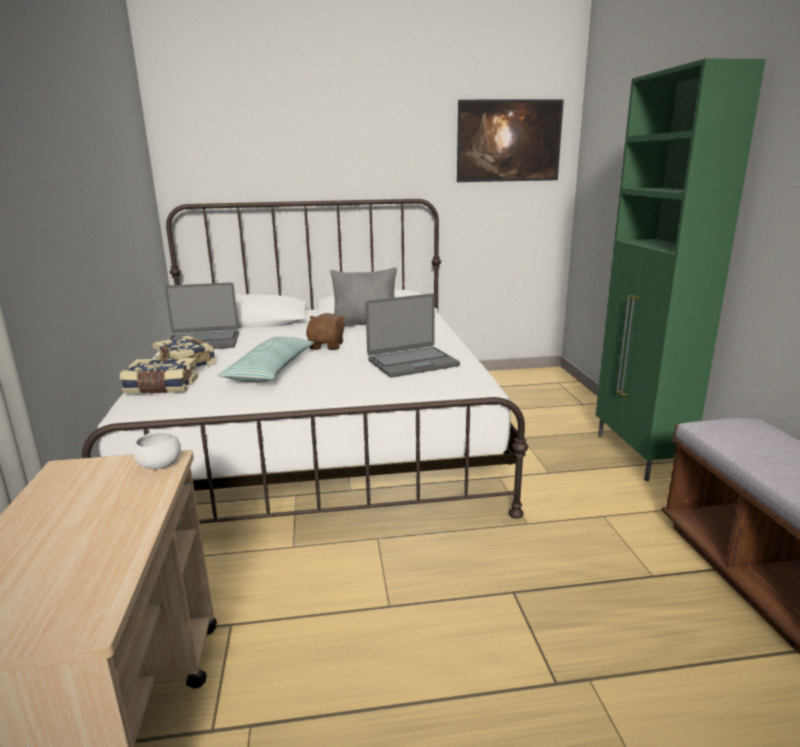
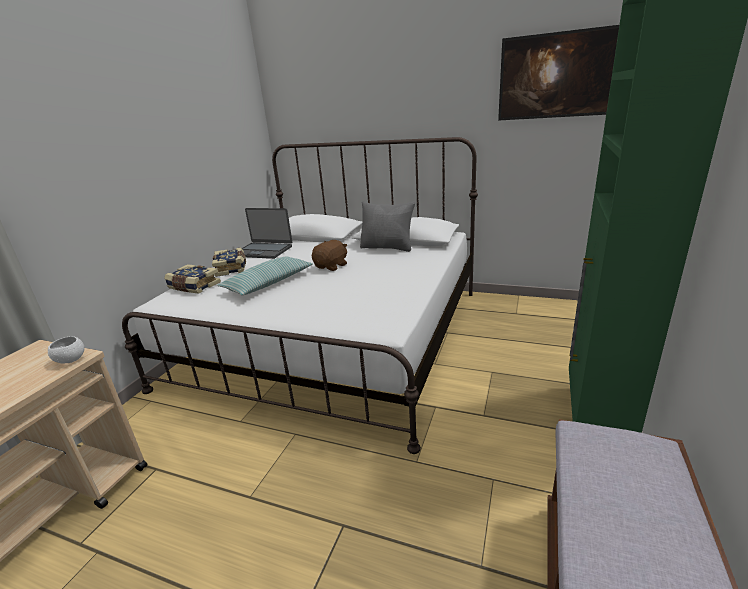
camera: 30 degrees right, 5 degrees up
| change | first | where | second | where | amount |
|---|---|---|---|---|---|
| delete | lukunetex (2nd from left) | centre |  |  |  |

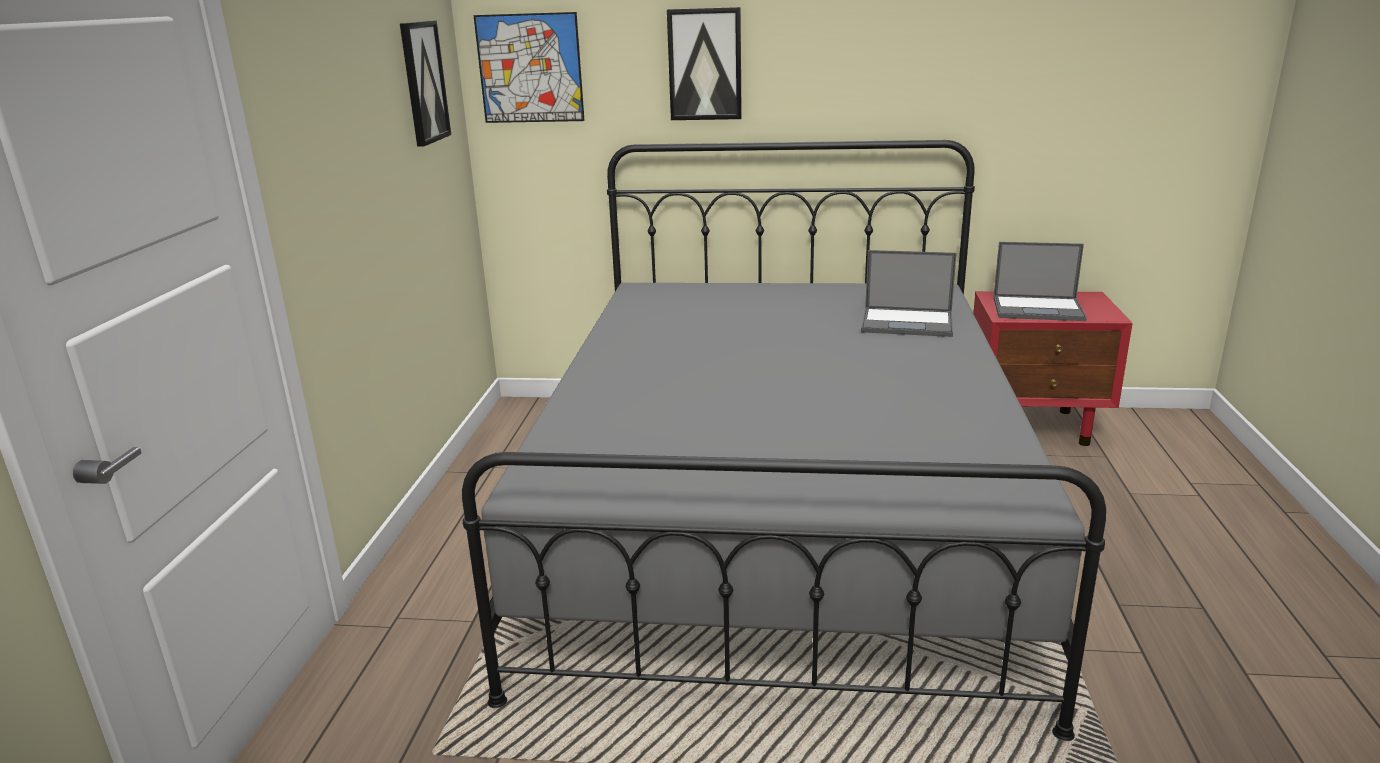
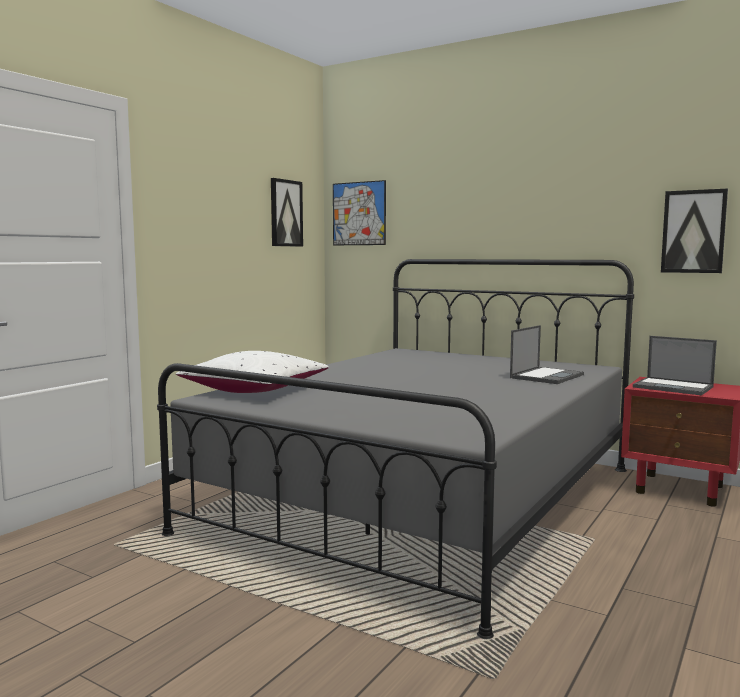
camera: 25 degrees right, 15 degrees down
| change | first | where | second | where | amount |
|---|---|---|---|---|---|
| move | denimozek (3rd from left) | top centre |  | top right |  |
| rotate | lukunetex (1st from left) | centre |  | middle right | 90 degrees counterclockwise |
| insert |  |  | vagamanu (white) | centre |  |

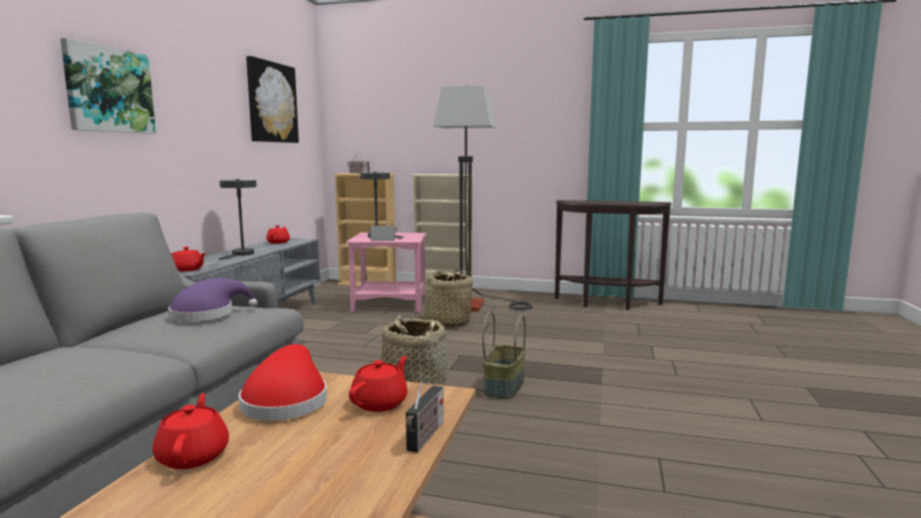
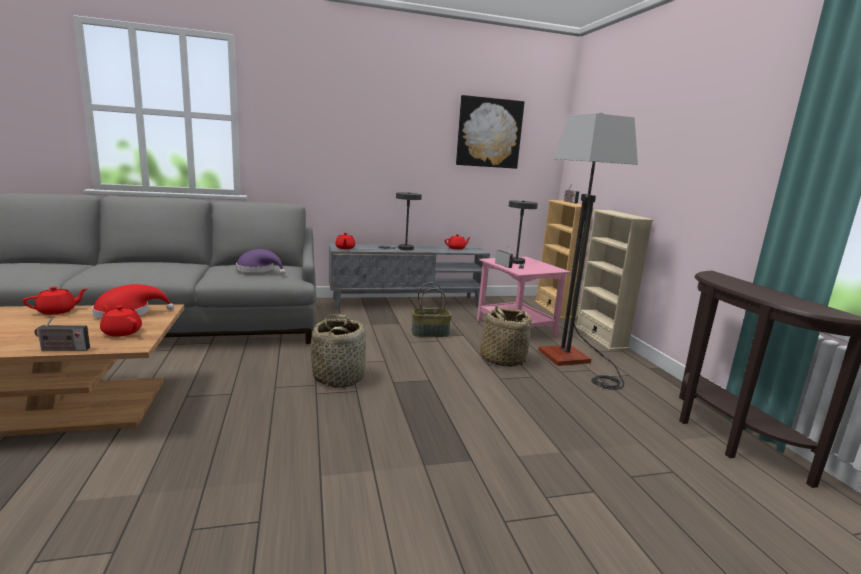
camera: 60 degrees right, 5 degrees up
| change | first | where | second | where | amount |
|---|---|---|---|---|---|
| delete | denimozek (1st from left) | top left |  |  |  |
| move | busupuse (3rd from left in the first image) | bottom centre | busupuse (2nd from left) | centre |  |
| rotate | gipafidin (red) (4th from left in the first image) | bottom centre | gipafidin (red) (2nd from left) | middle left | 150 degrees counterclockwise |

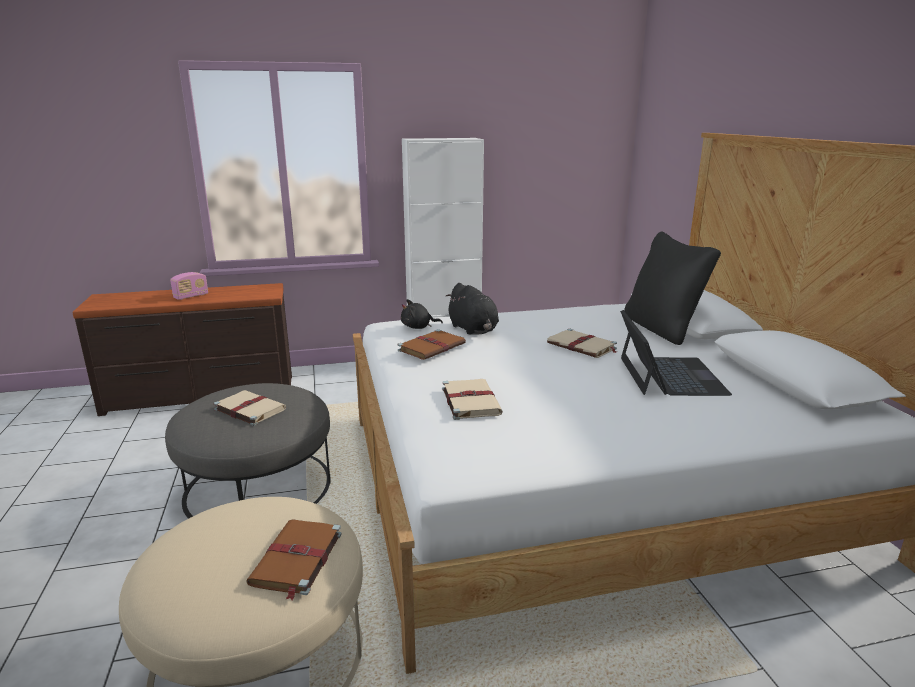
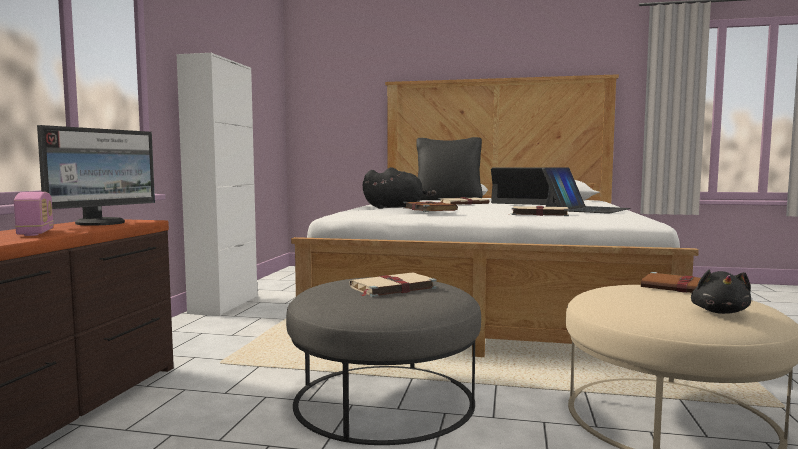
camera: 65 degrees left, 15 degrees down
| change | first | where | second | where | amount |
|---|---|---|---|---|---|
| move | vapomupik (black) (1st from left in the first image) | centre | vapomupik (black) (2nd from left) | middle right |  |
| insert |  |  | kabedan | middle left |  |
| insert |  |  | lukunetex (2nd from left) | middle right |  |

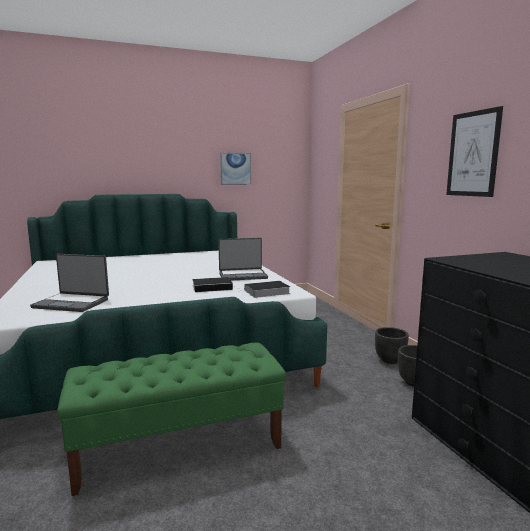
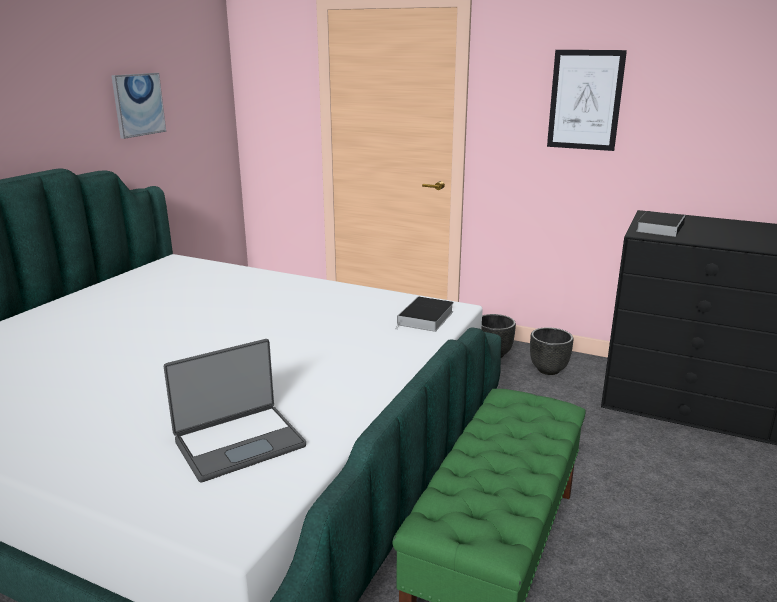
camera: 45 degrees left, 10 degrees up
| change | first | where | second | where | amount |
|---|---|---|---|---|---|
| delete | lukunetex (2nd from left) | centre |  |  |  |
| move | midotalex (1st from left in the first image) | centre | midotalex (2nd from left) | middle right |  |

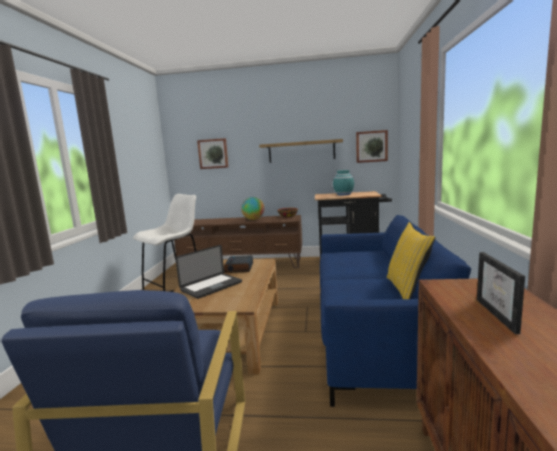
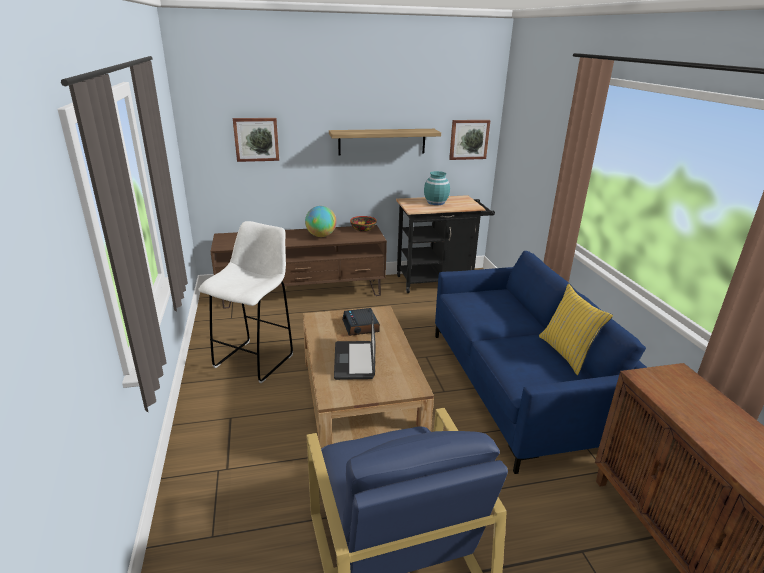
camera: 20 degrees left, 15 degrees up
| change | first | where | second | where | amount |
|---|---|---|---|---|---|
| rotate | lukunetex | centre |  | centre | 150 degrees clockwise |
| delete | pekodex | middle right |  |  |  |

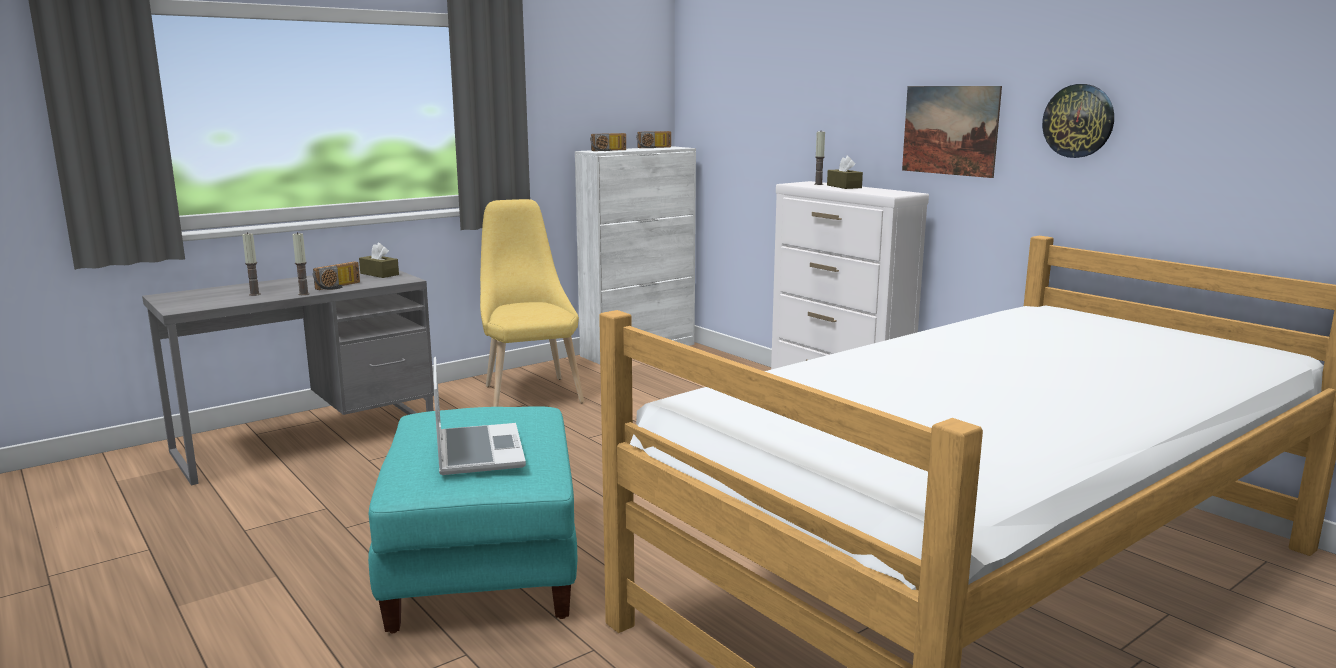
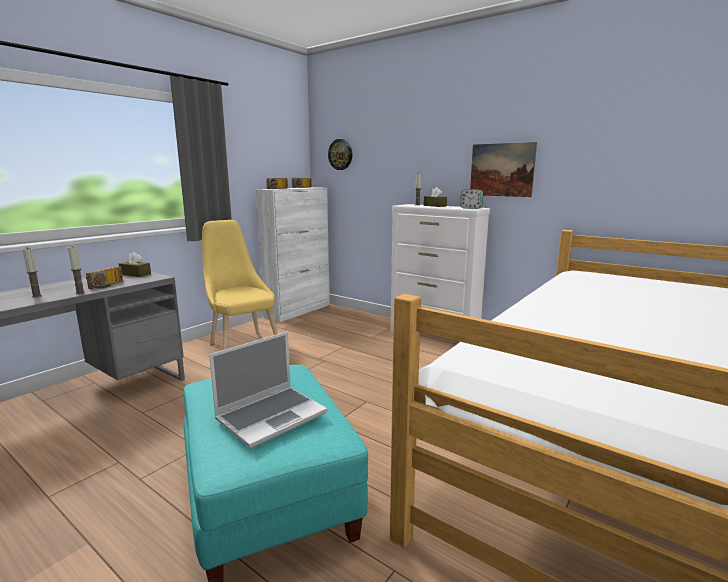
camera: 15 degrees left, 0 degrees up
| change | first | where | second | where | amount |
|---|---|---|---|---|---|
| move | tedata | top right |  | top centre |  |
| rotate | lukunetex | centre |  | bottom centre | 75 degrees clockwise |
| insert |  |  | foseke | centre |  |

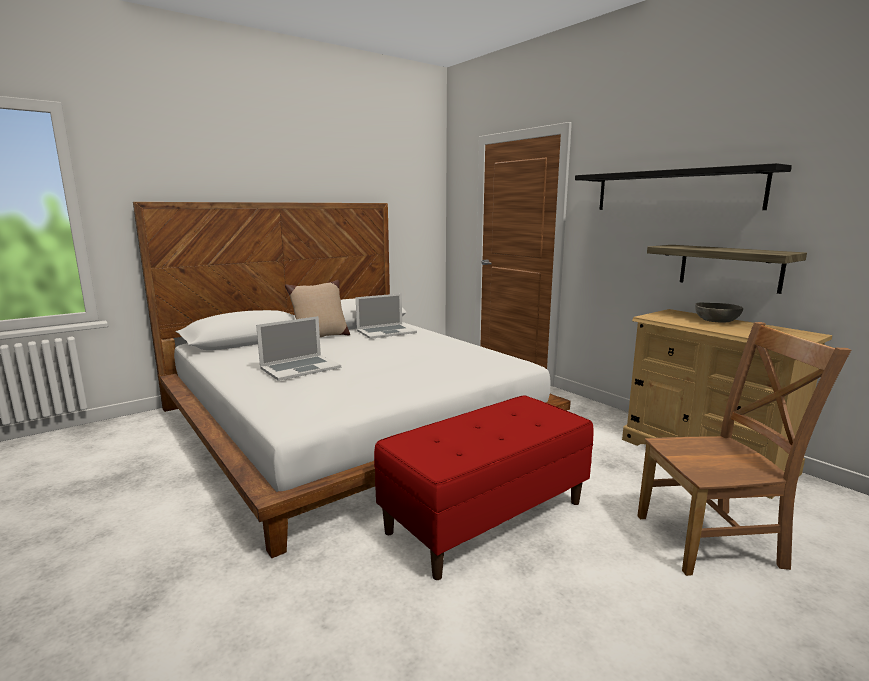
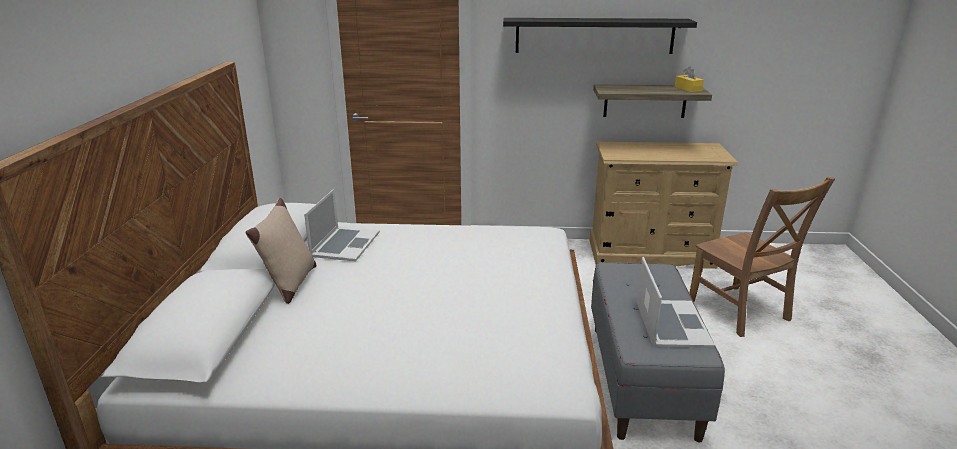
camera: 50 degrees left, 10 degrees up
| change | first | where | second | where | amount |
|---|---|---|---|---|---|
| delete | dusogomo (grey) | middle right |  |  |  |
| move | lukunetex (1st from left in the first image) | centre | lukunetex (2nd from left) | bottom right |  |
| rotate | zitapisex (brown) | middle right |  | middle right | 120 degrees clockwise |
| recolor | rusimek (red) | bottom centre | rusimek (grey) | bottom right |  |
| insert |  |  | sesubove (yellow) | top right |  |

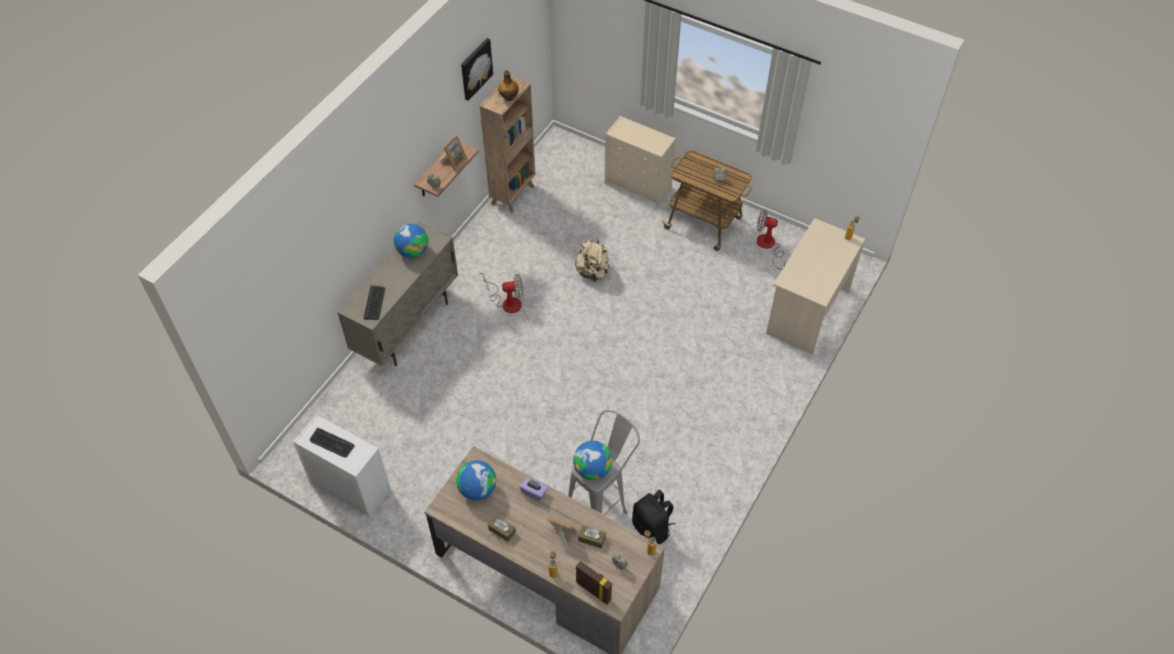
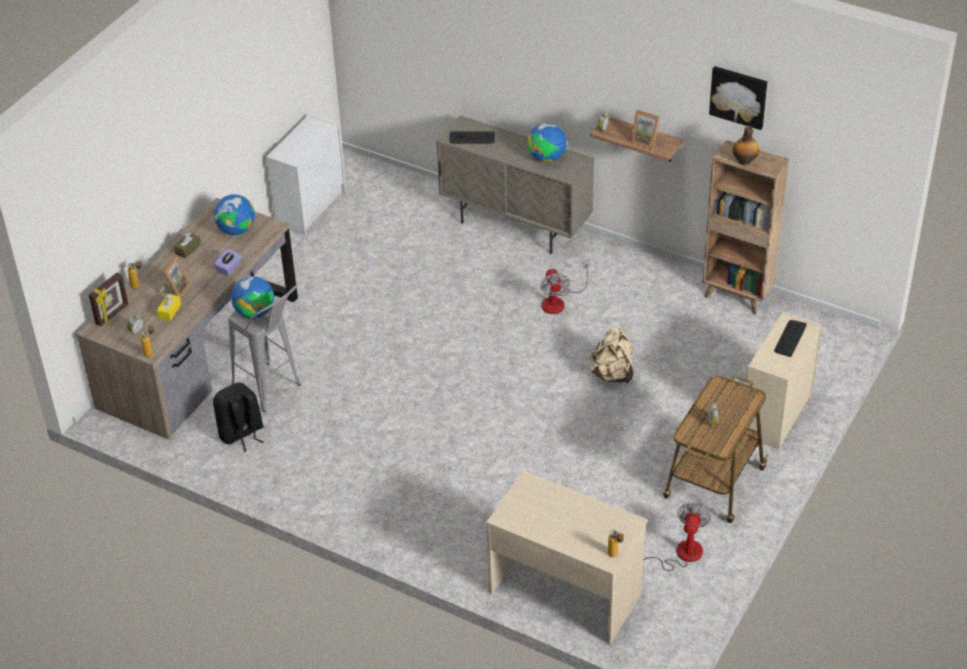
camera: 90 degrees right, 10 degrees down
| change | first | where | second | where | amount |
|---|---|---|---|---|---|
| move | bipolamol (1st from left in the first image) | bottom left | bipolamol (2nd from left) | middle right |  |
| recolor | sesubove (brown) (2nd from left) | bottom centre | sesubove (yellow) | middle left |  |

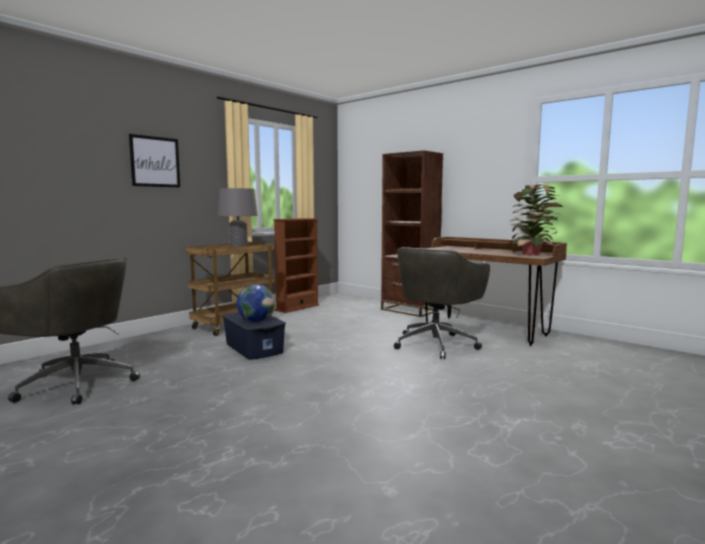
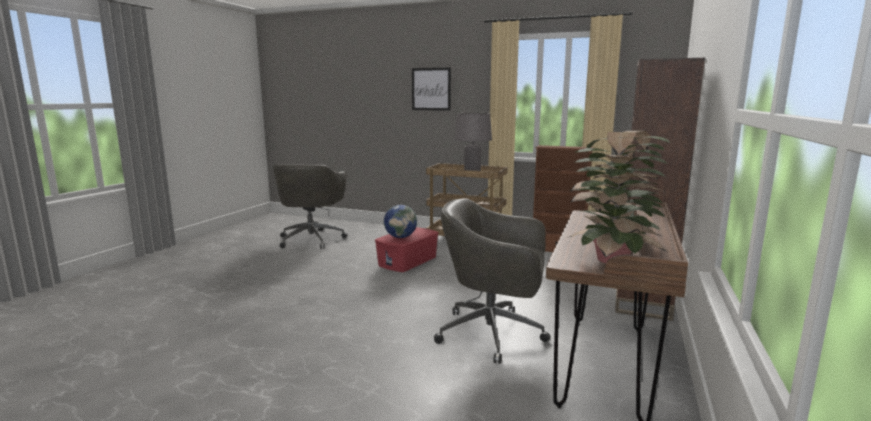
camera: 70 degrees right, 5 degrees up
| change | first | where | second | where | amount |
|---|---|---|---|---|---|
| recolor | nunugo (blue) | centre | nunugo (red) | centre |  |

